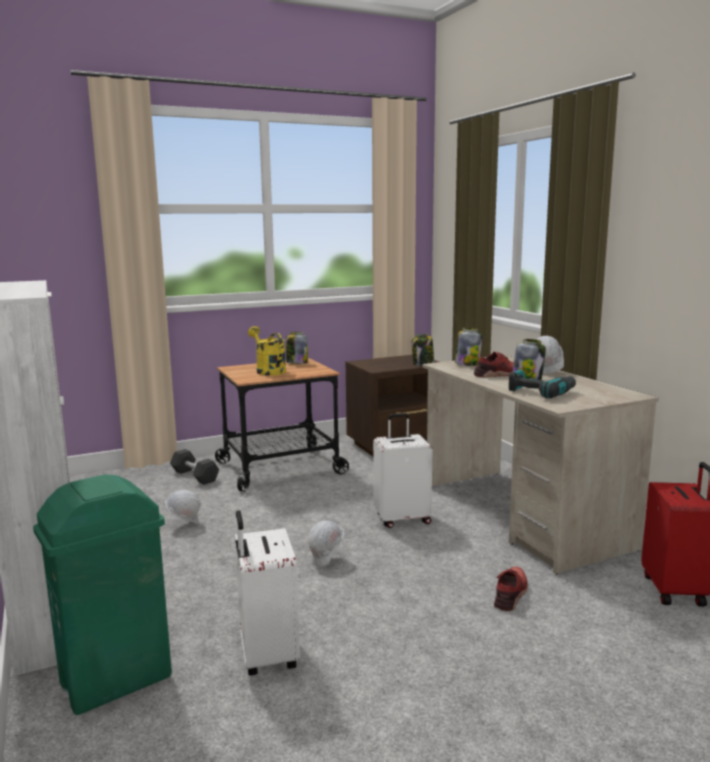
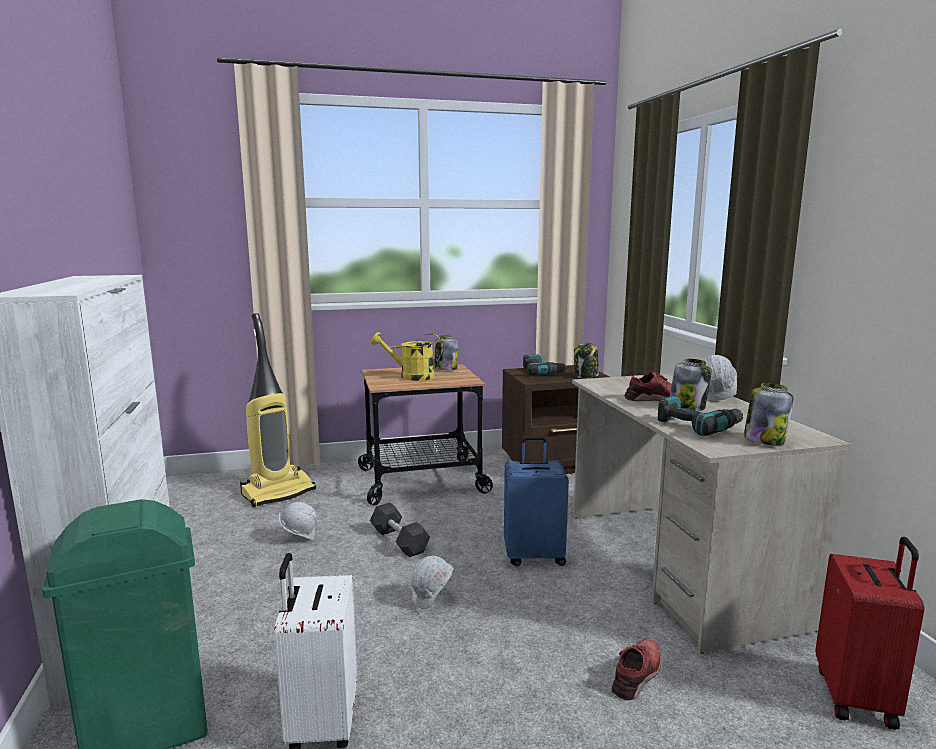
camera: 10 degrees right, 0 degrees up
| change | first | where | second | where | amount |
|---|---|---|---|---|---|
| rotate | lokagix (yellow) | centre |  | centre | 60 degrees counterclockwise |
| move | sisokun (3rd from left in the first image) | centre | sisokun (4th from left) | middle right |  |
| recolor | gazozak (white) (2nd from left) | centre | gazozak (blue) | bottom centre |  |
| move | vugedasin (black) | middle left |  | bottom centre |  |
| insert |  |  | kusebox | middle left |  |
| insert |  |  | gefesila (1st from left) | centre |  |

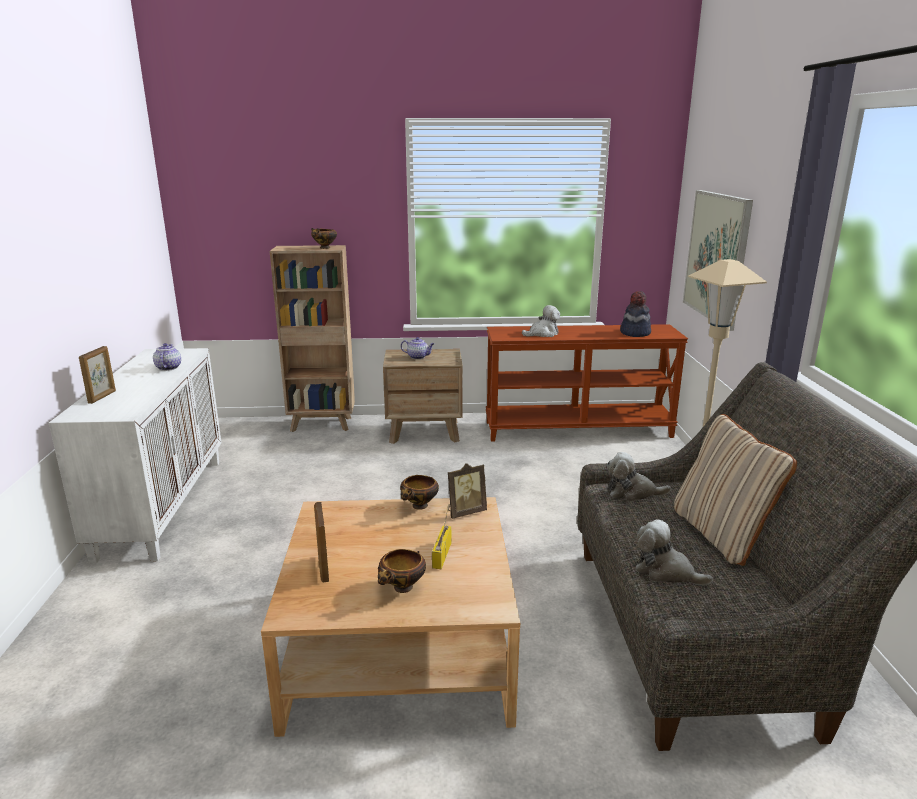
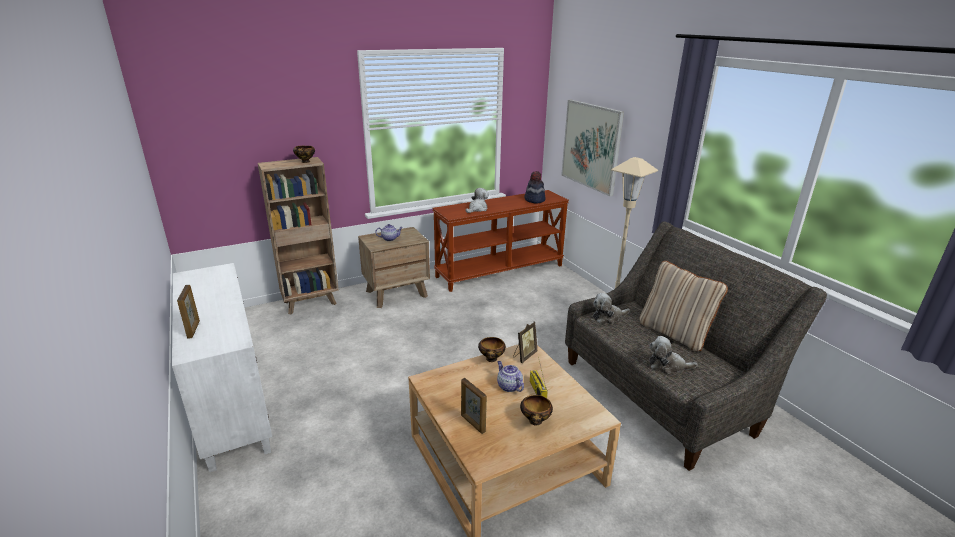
camera: 25 degrees left, 5 degrees up
| change | first | where | second | where | amount |
|---|---|---|---|---|---|
| move | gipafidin (1st from left in the first image) | middle left | gipafidin (2nd from left) | bottom centre |  |

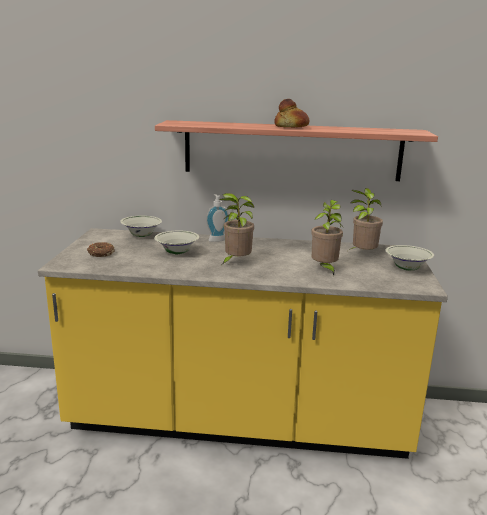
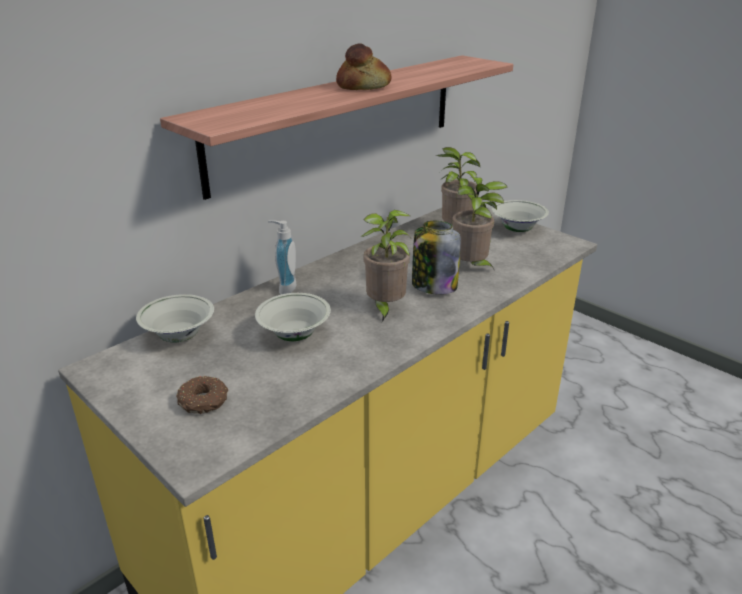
camera: 50 degrees left, 10 degrees up
| change | first | where | second | where | amount |
|---|---|---|---|---|---|
| insert |  |  | sisokun | centre |  |

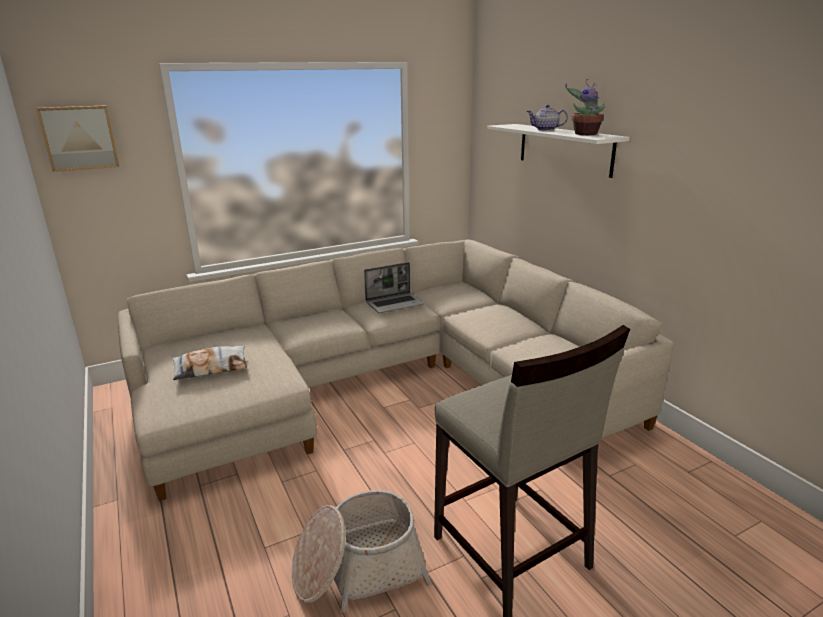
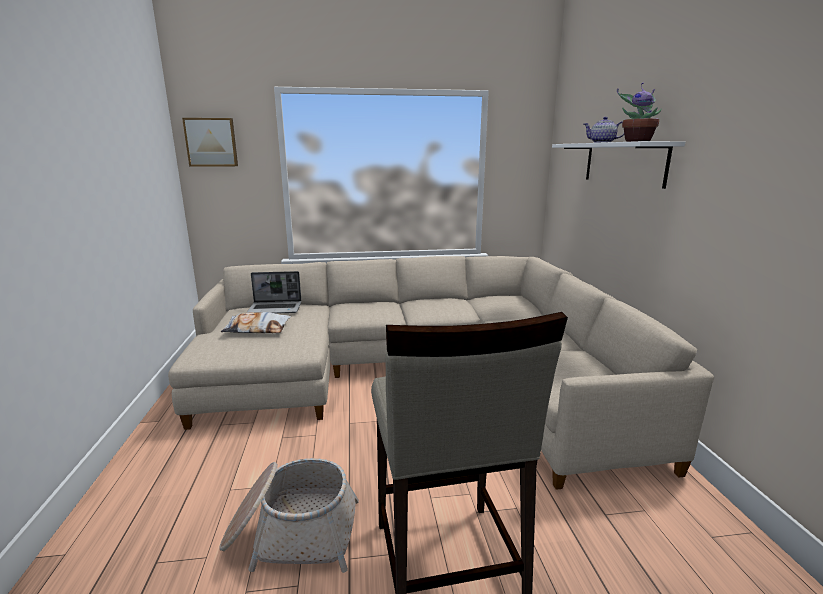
camera: 20 degrees right, 5 degrees down
| change | first | where | second | where | amount |
|---|---|---|---|---|---|
| move | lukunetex | centre |  | middle left |  |

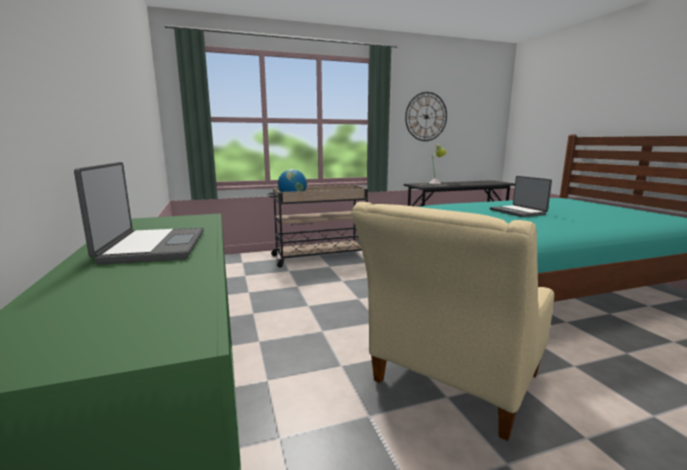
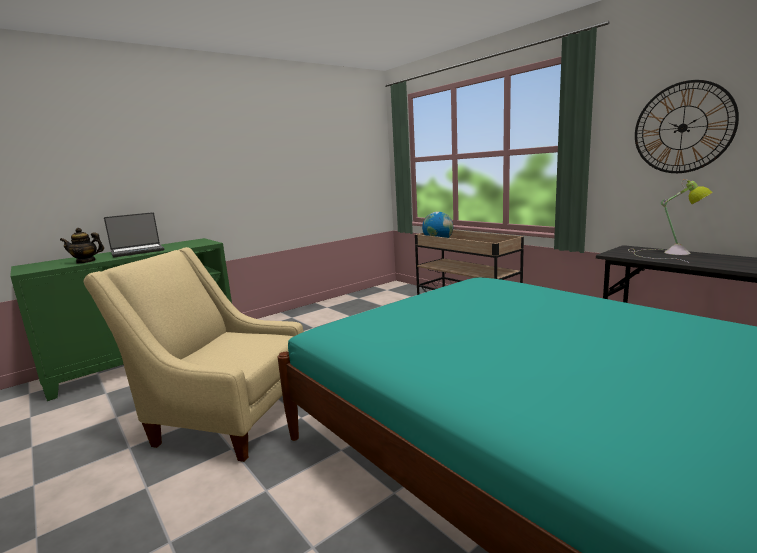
camera: 70 degrees right, 0 degrees up
| change | first | where | second | where | amount |
|---|---|---|---|---|---|
| delete | lukunetex (2nd from left) | middle right |  |  |  |
| insert |  |  | gipafidin | middle left |  |

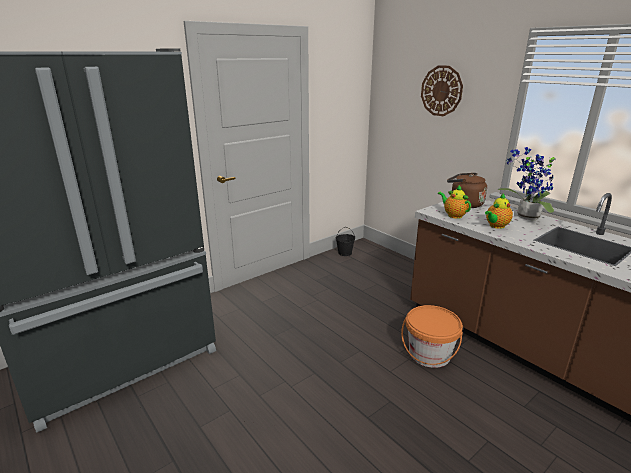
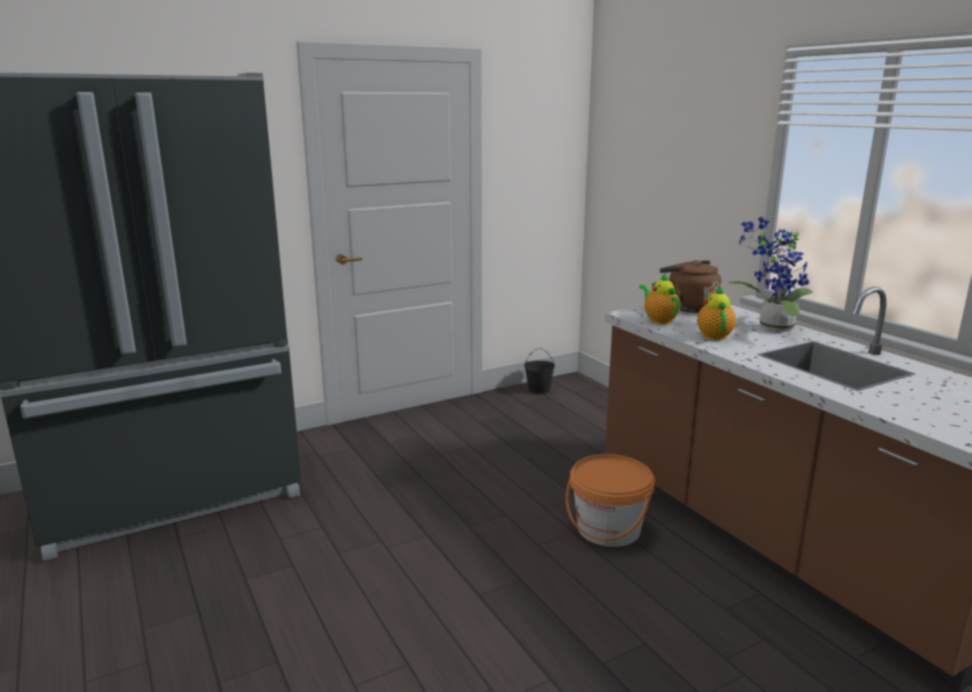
camera: 10 degrees right, 5 degrees down
| change | first | where | second | where | amount |
|---|---|---|---|---|---|
| delete | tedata | top right |  |  |  |
| rotate | gipafidin (2nd from left) | middle right |  | middle right | 120 degrees clockwise |

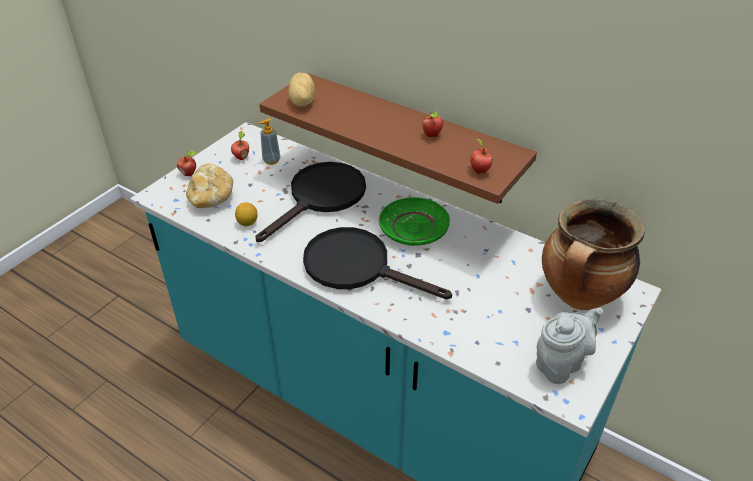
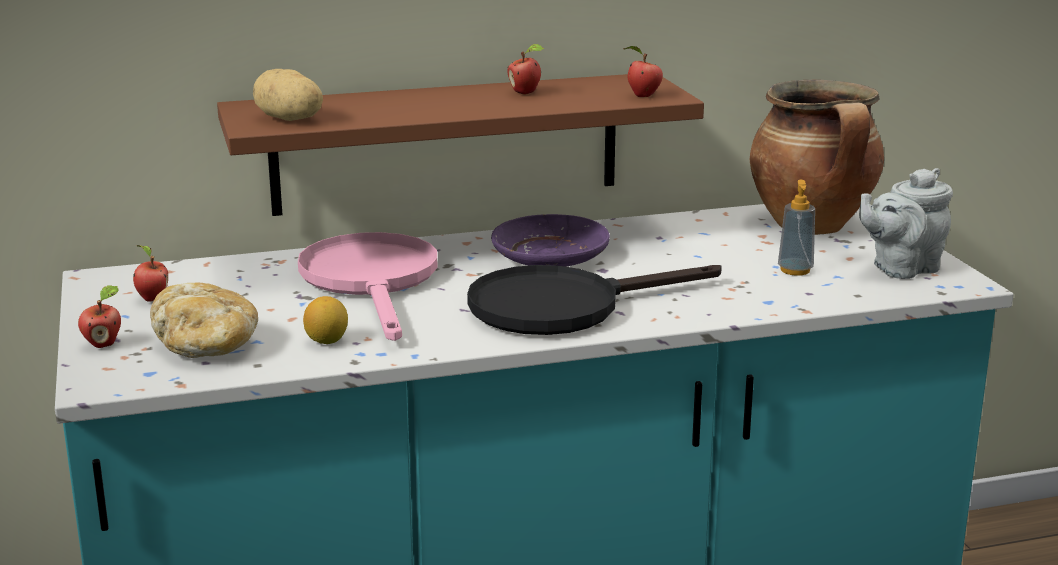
camera: 50 degrees left, 20 degrees down
| change | first | where | second | where | amount |
|---|---|---|---|---|---|
| move | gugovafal | top centre |  | middle right |  |
| recolor | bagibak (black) (1st from left) | centre | bagibak (pink) | centre |  |
| recolor | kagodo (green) | centre | kagodo (purple) | centre |  |
| rotate | gipafidin (grey) | bottom right |  | middle right | 120 degrees counterclockwise |

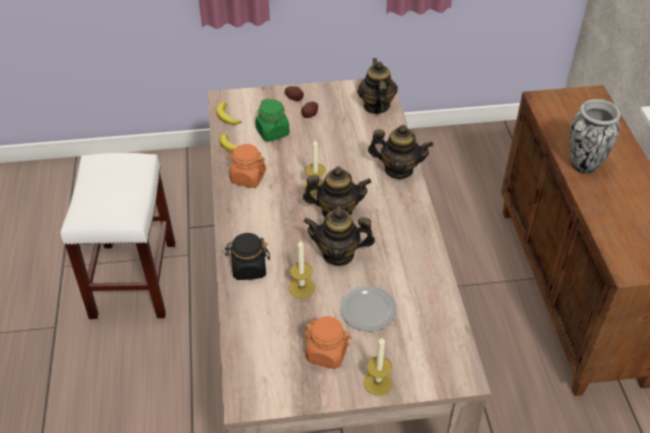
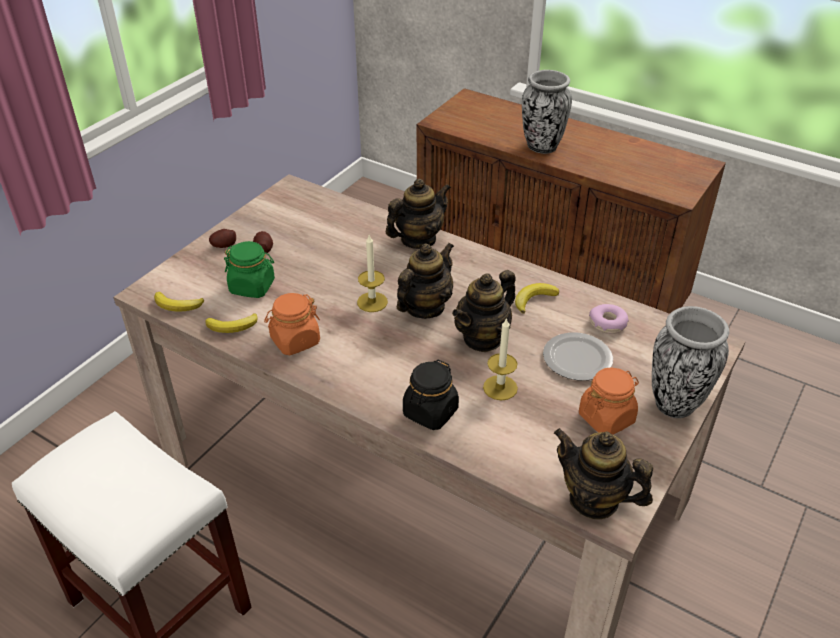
camera: 50 degrees left, 5 degrees down
| change | first | where | second | where | amount |
|---|---|---|---|---|---|
| move | gipafidin (3rd from left in the first image) | top centre | gipafidin (4th from left) | bottom right |  |
| replace | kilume (3rd from left) | bottom centre | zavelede (2nd from left) | middle right |  |
| insert |  |  | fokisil (3rd from left) | centre |  |
| insert |  |  | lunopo | middle right |  |

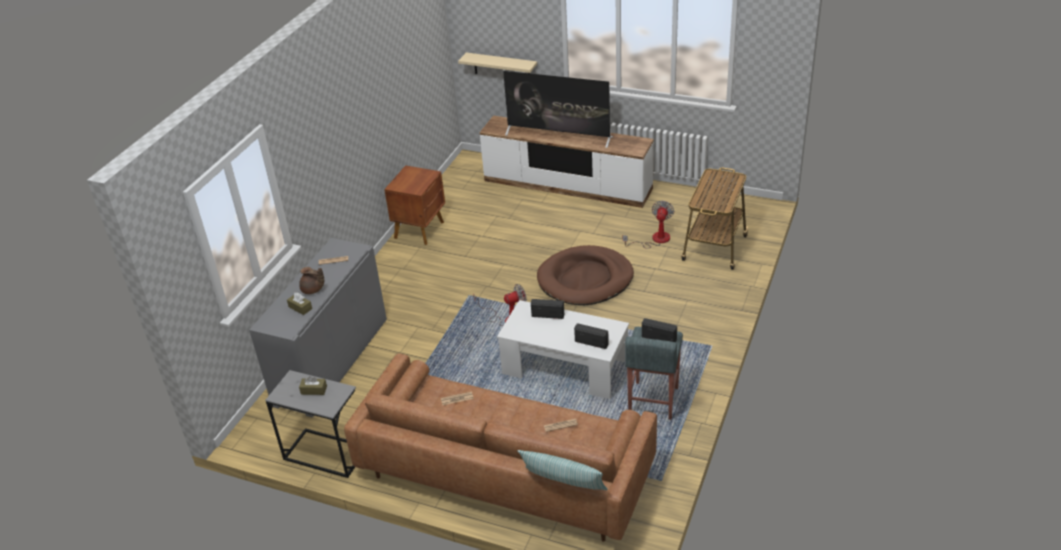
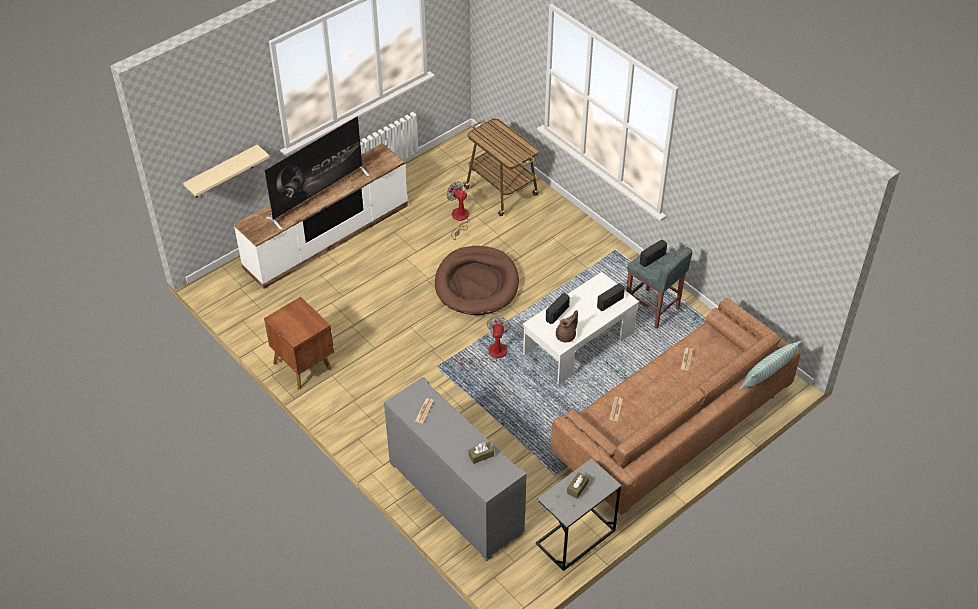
camera: 65 degrees left, 10 degrees up
| change | first | where | second | where | amount |
|---|---|---|---|---|---|
| move | gipafidin (brown) | middle left |  | centre |  |

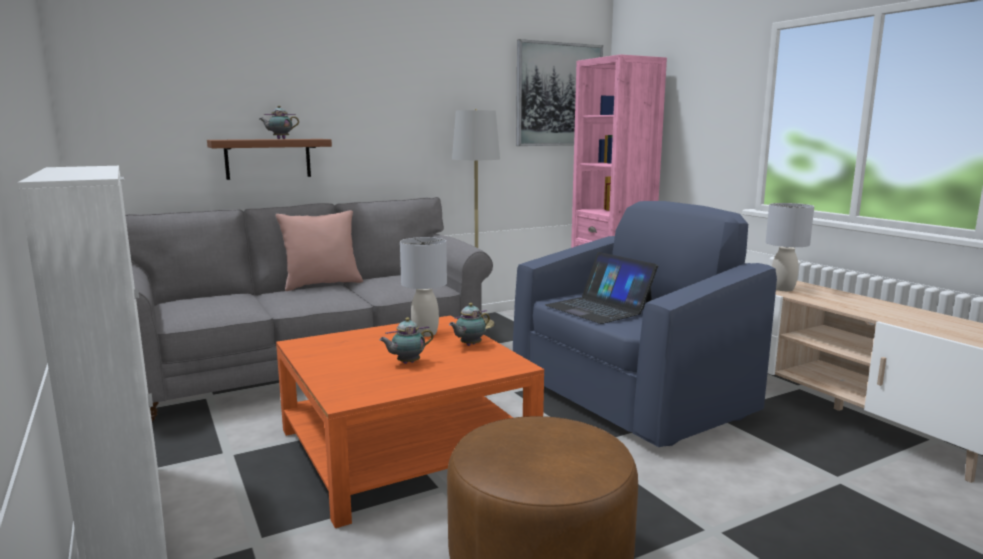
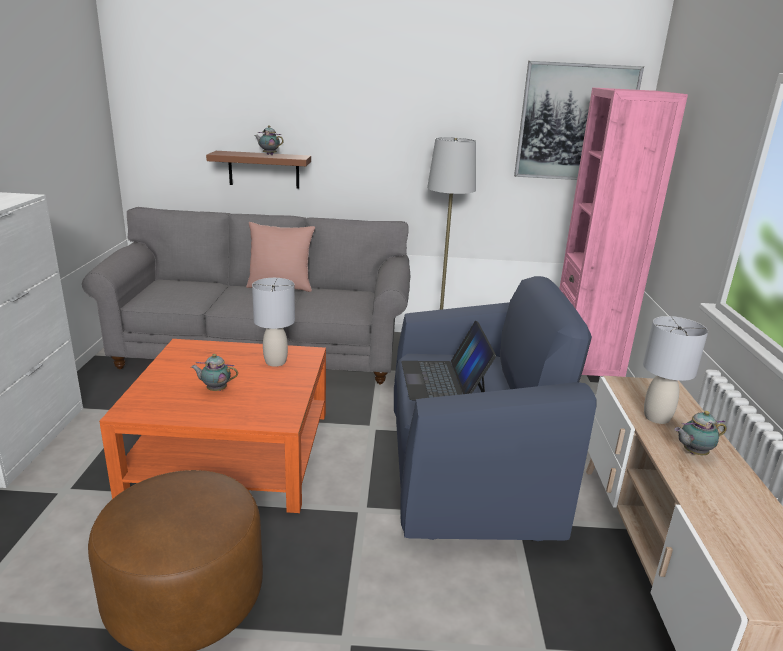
camera: 30 degrees right, 10 degrees up
| change | first | where | second | where | amount |
|---|---|---|---|---|---|
| move | gipafidin (3rd from left) | centre |  | middle right |  |

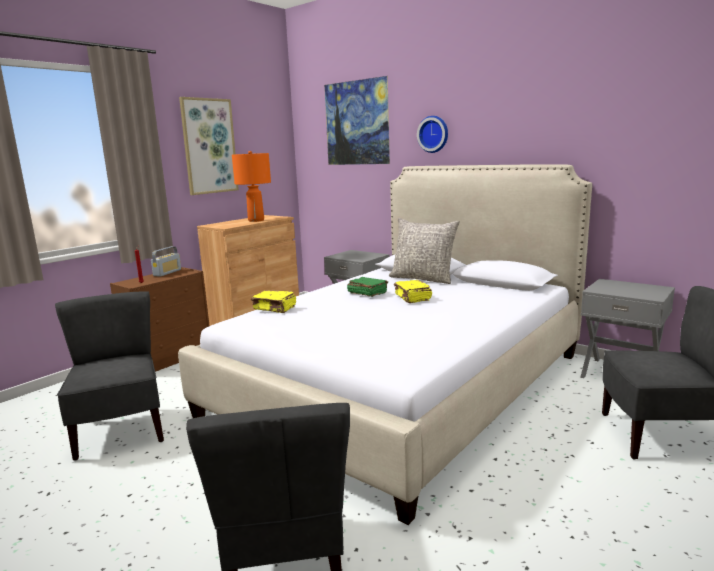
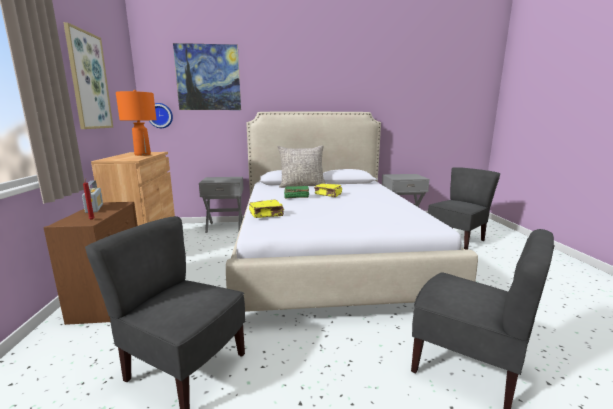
camera: 45 degrees left, 0 degrees up
| change | first | where | second | where | amount |
|---|---|---|---|---|---|
| move | tedata | top centre |  | top left |  |

